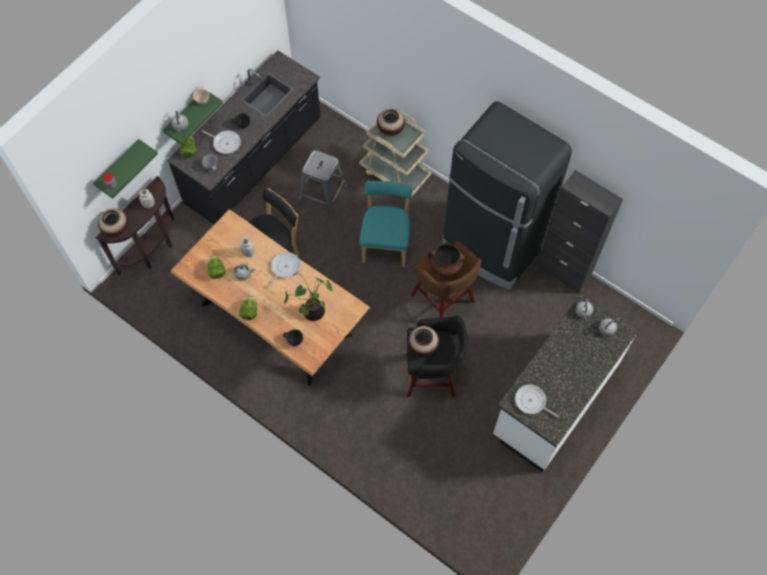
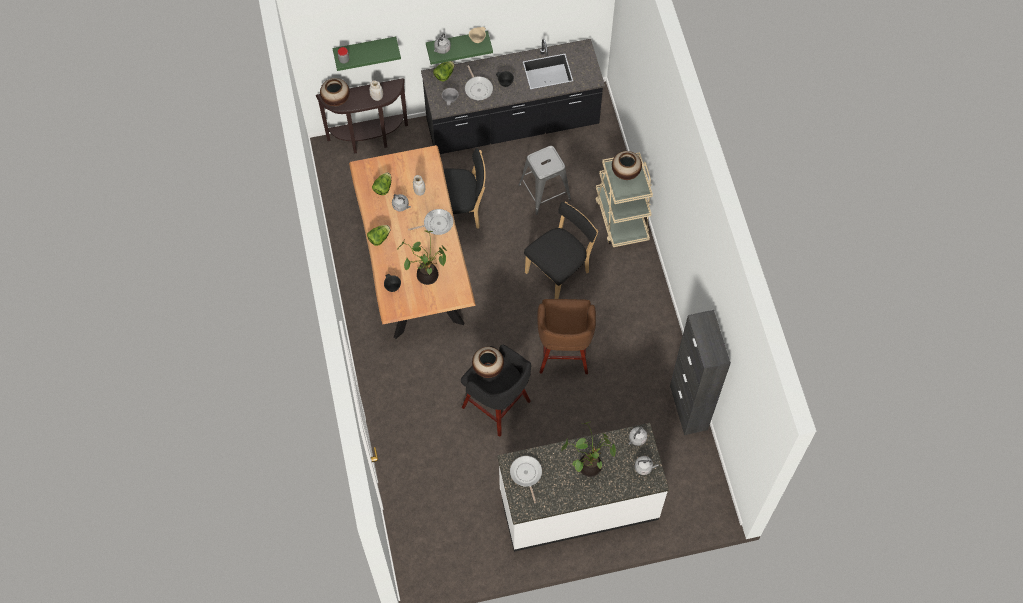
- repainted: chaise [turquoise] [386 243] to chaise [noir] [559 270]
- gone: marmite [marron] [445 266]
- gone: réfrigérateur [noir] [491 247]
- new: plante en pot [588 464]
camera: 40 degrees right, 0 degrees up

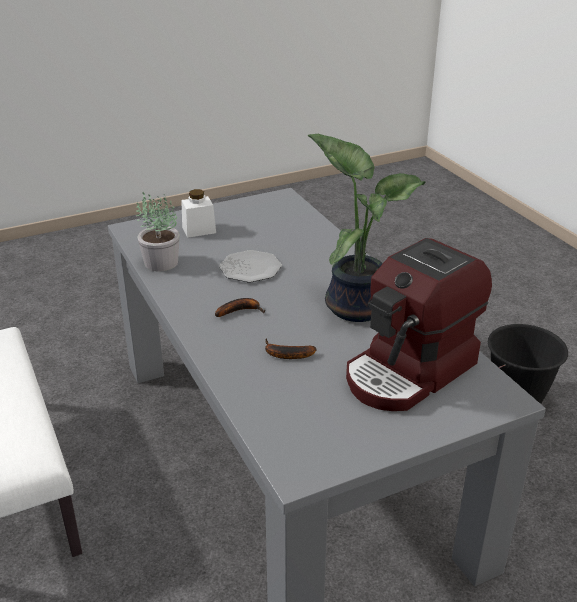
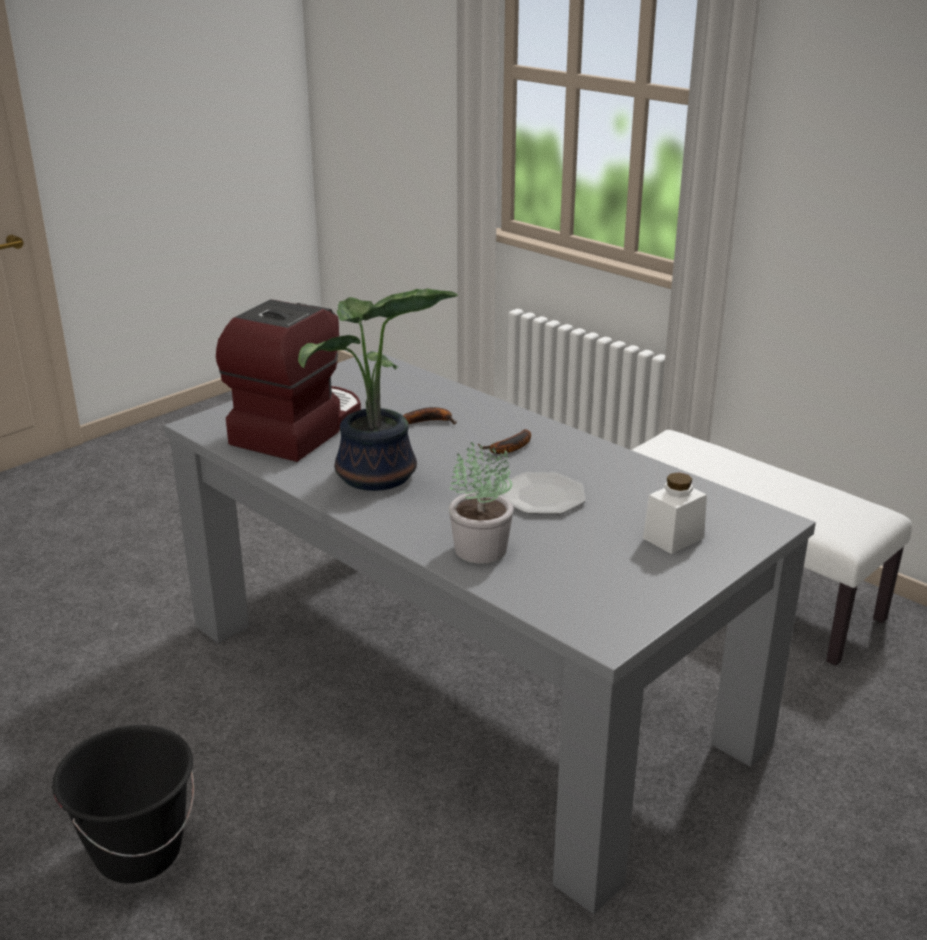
- shifted: plante en pot [160 263] to [482 549]
camera: 160 degrees right, 5 degrees down

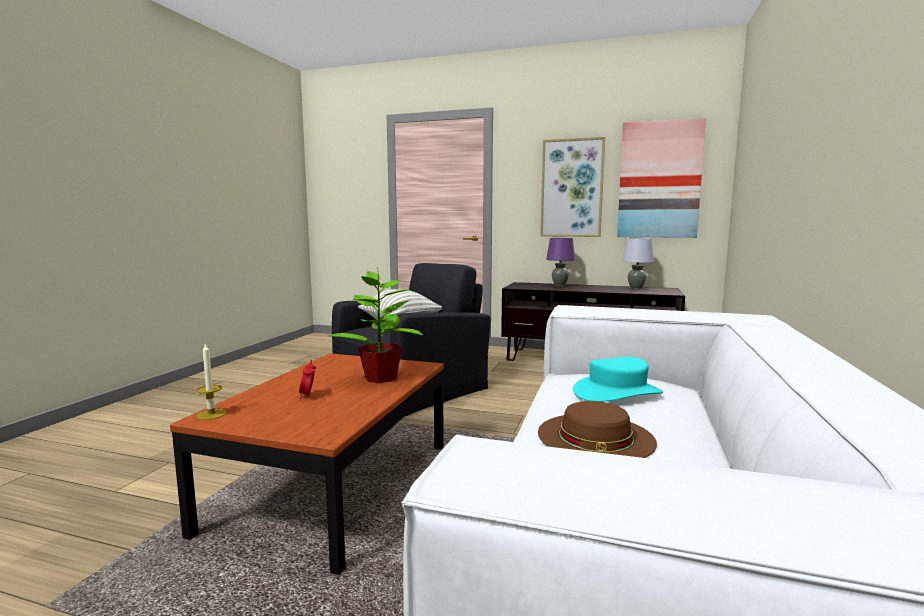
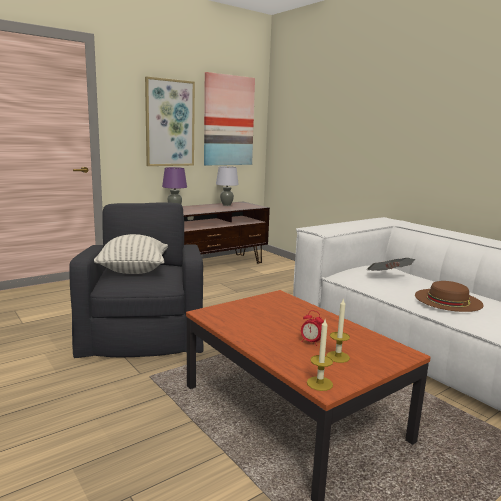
- gone: plante en pot [380 378]
- swapped: chapeau [turquoise] [617 392] to journal [388 277]
- new: bougie [338 357]
camera: 55 degrees left, 5 degrees up

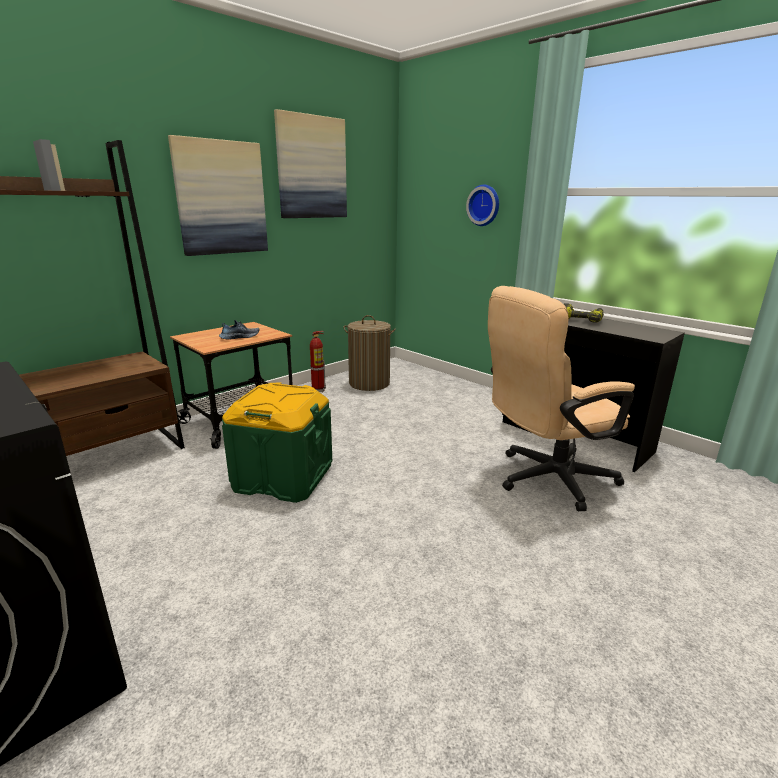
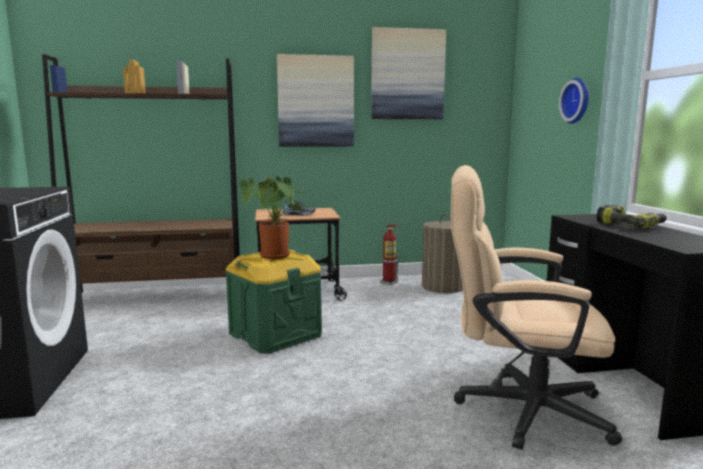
- new: plante en pot [276 256]
camera: 35 degrees right, 10 degrees down

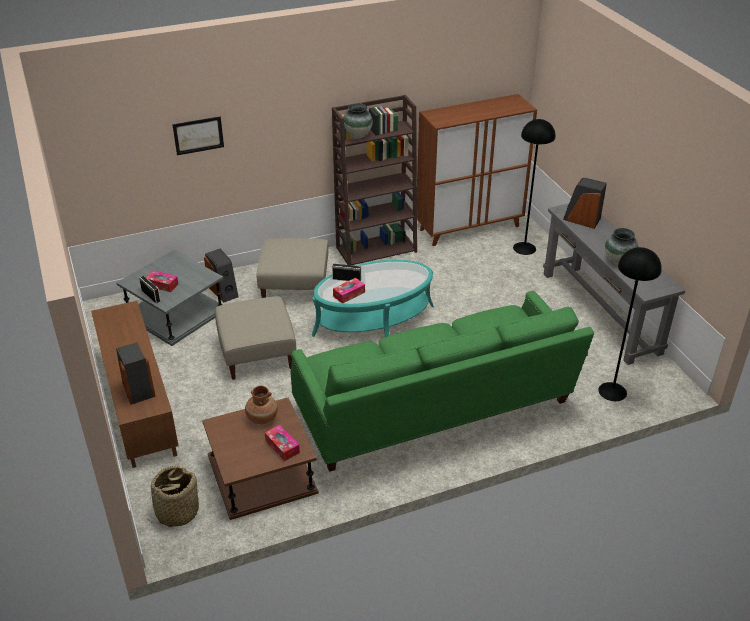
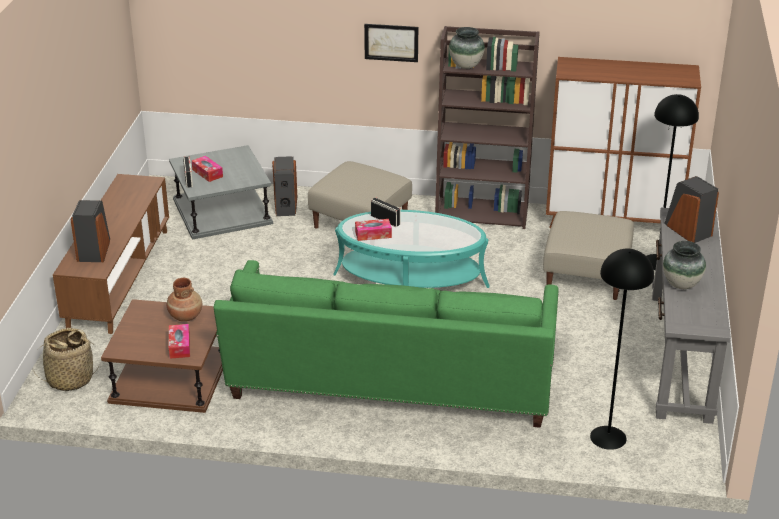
- shifted: tableau [198 135] to [391 42]
- shifted: pouf [beige] [256 353] to [585 274]
camera: 30 degrees right, 5 degrees down

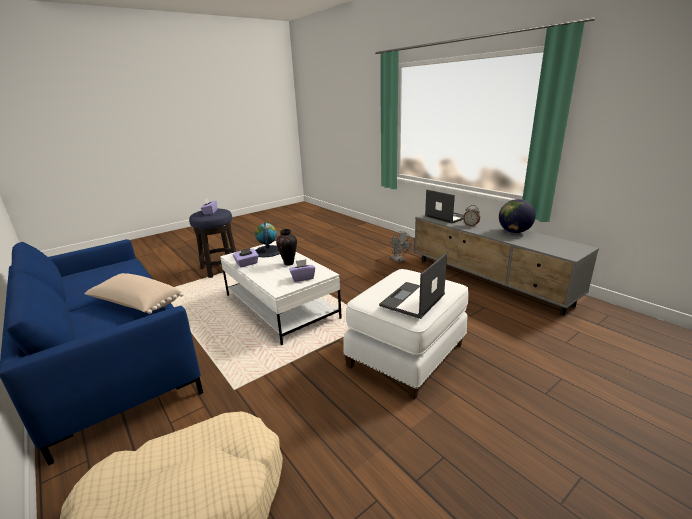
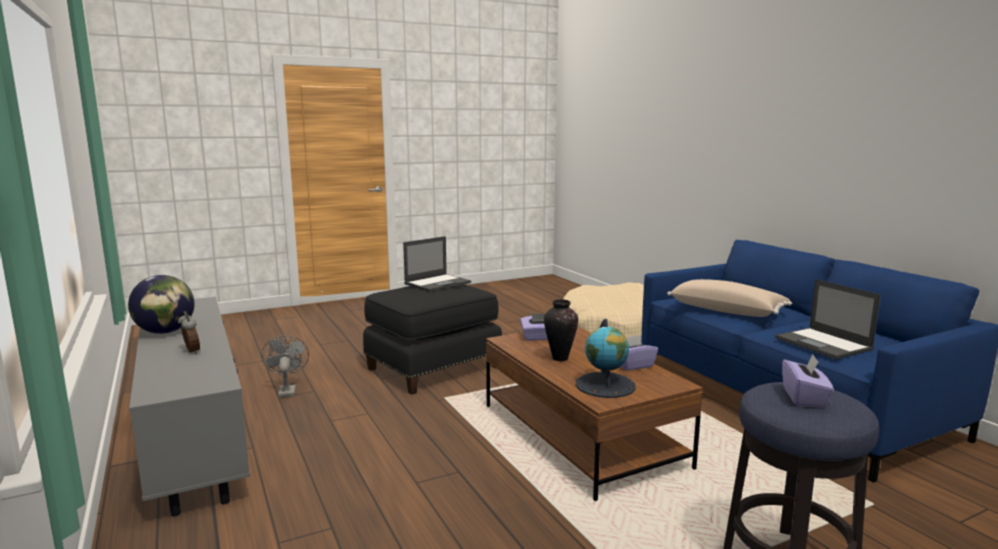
- repainted: table basse [blanc] [280 306] to table basse [marron] [581 435]
- repainted: pouf [blanc] [407 356] to pouf [noir] [433 367]
- shifted: ventilateur [gris] [399 260] to [287 390]
- shifted: ordinateur portable [446 216] to [824 344]
camera: 170 degrees left, 10 degrees down

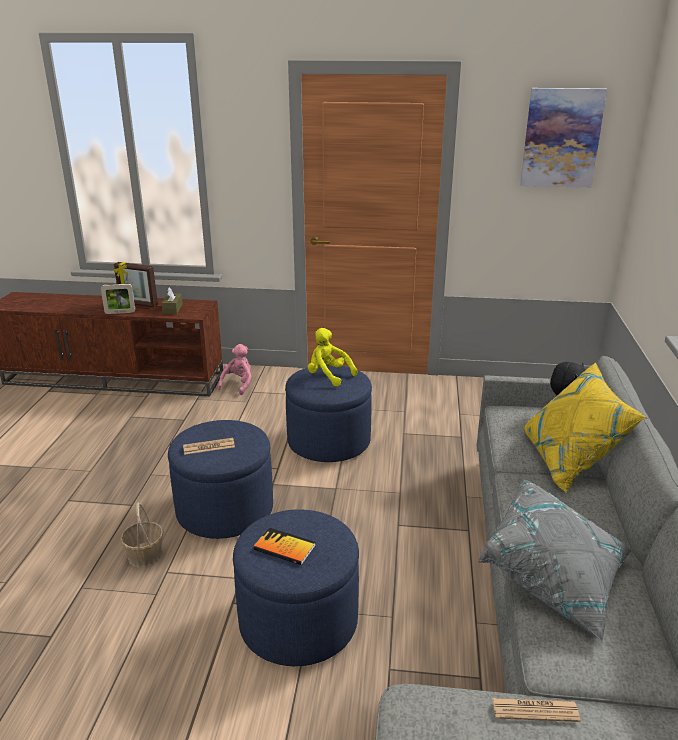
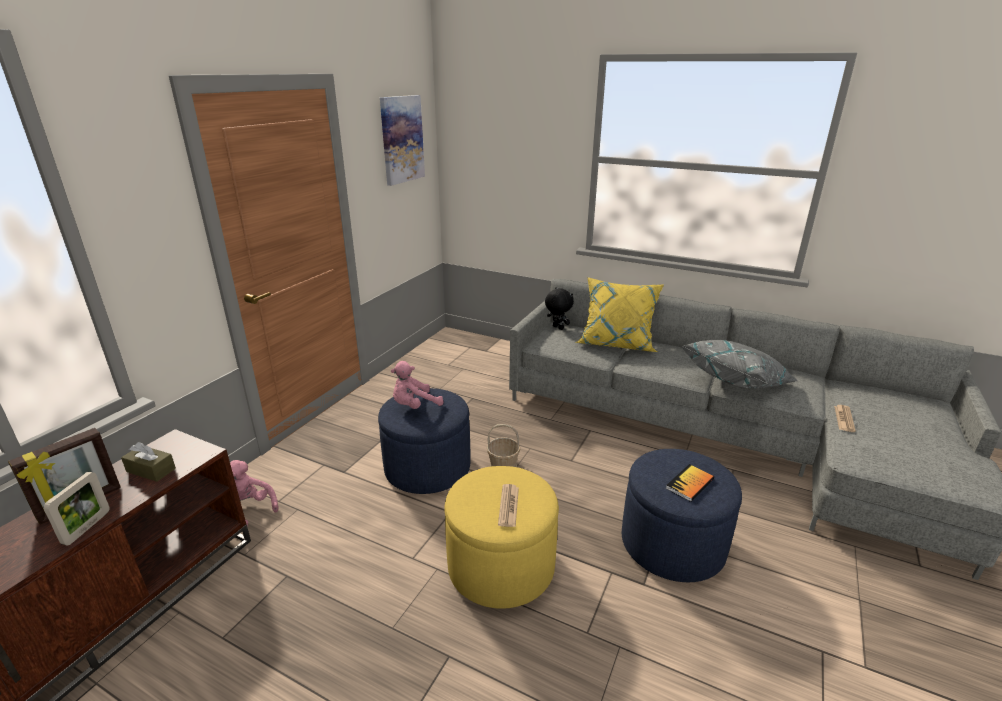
- shifted: panier [145 556] to [503 465]
- repainted: pouf [bleu] [225 509] to pouf [jaune] [501 566]
- repainted: peluche [jaune] [328 376] to peluche [rose] [414 406]
camera: 70 degrees left, 0 degrees up

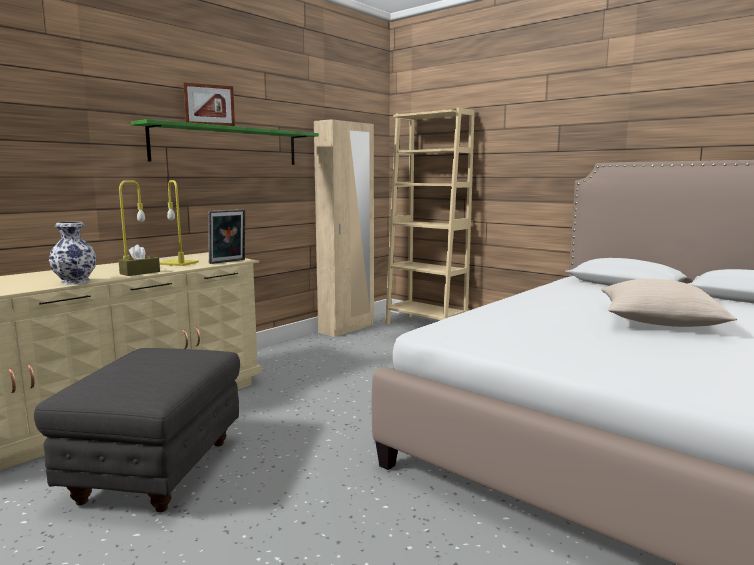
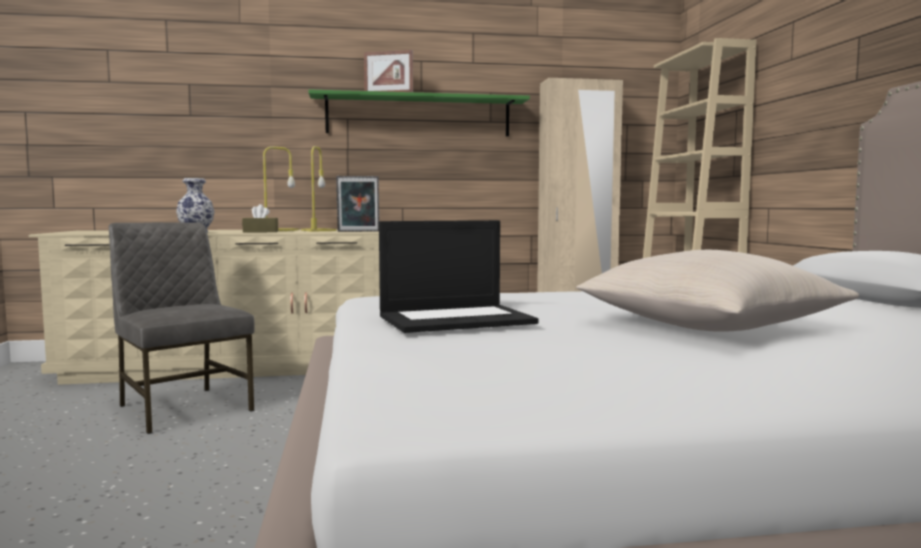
- swapped: pouf [gris] [156 470] to chaise [gris] [183 408]
- new: ordinateur portable [457 319]
camera: 40 degrees right, 5 degrees down

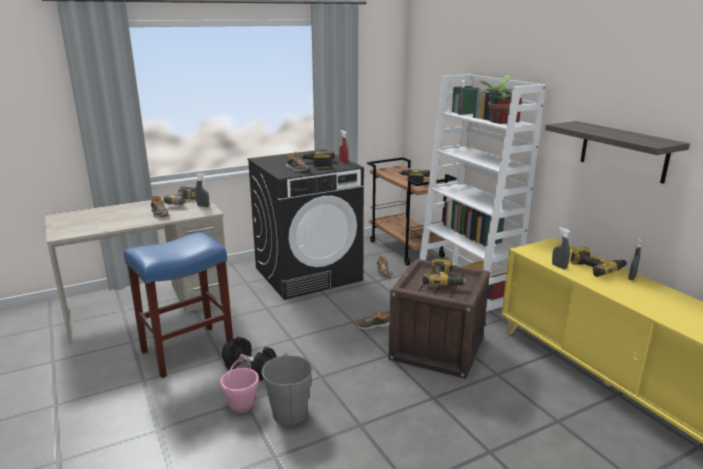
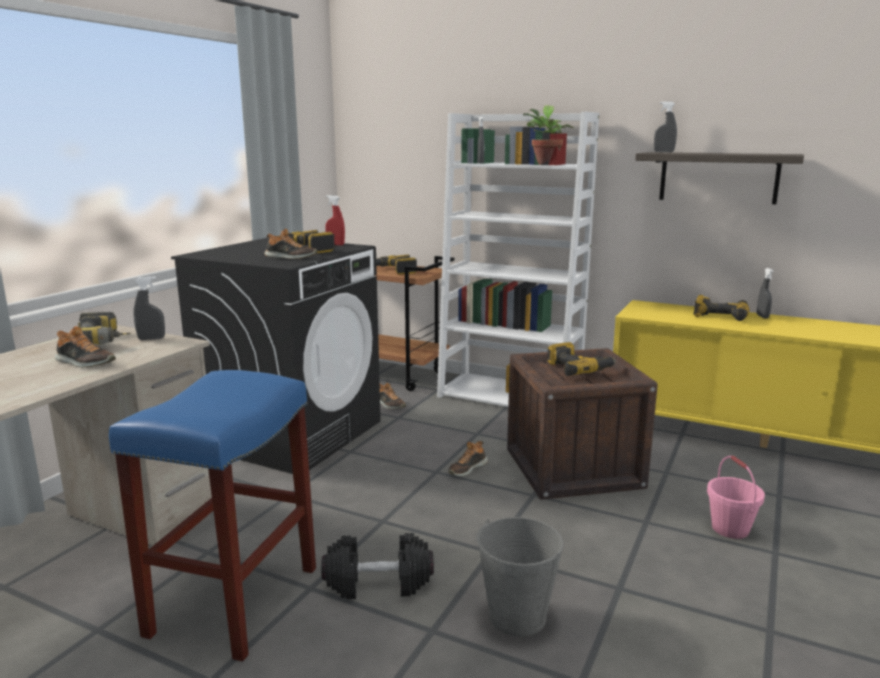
- shifted: seau [rose] [242 405] to [730 529]
- shifted: vaporisateur [gris] [559 267] to [663 152]
camera: 35 degrees left, 5 degrees down

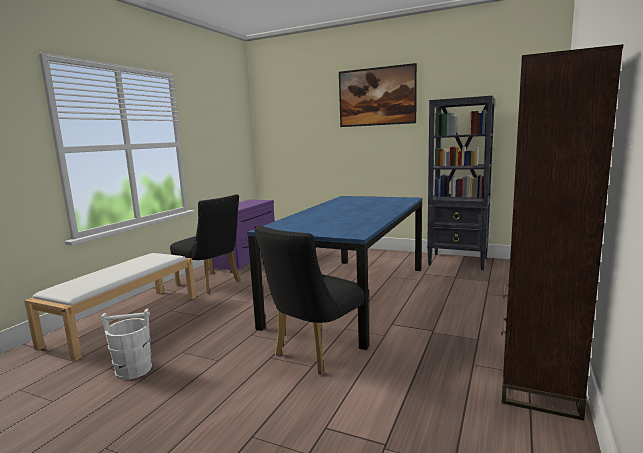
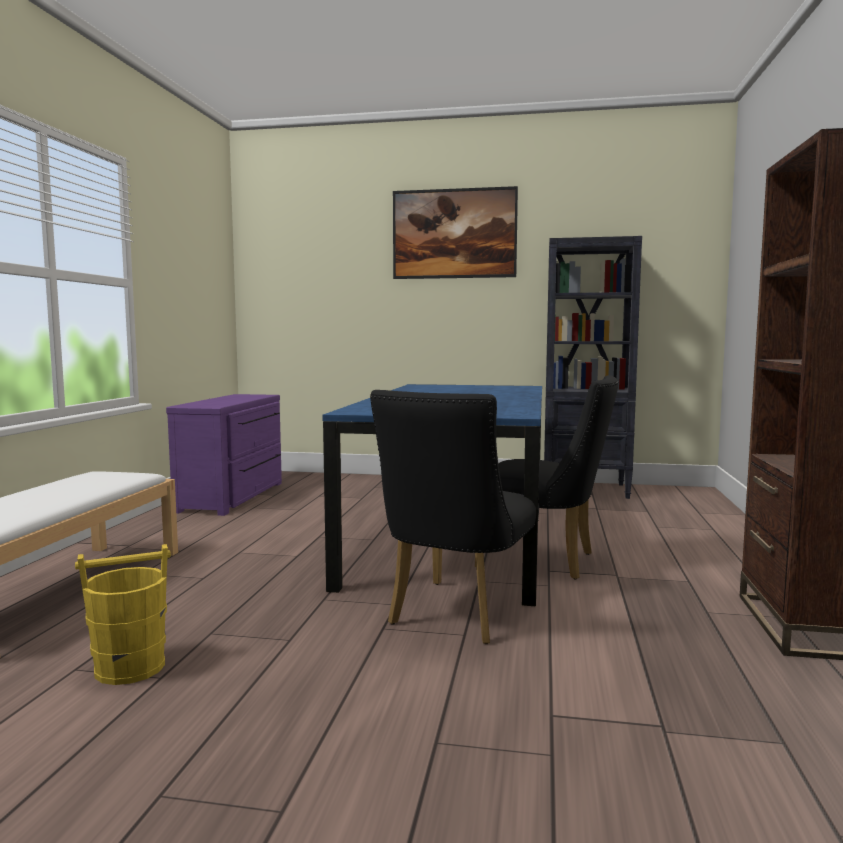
- repainted: seau [blanc] [133 370] to seau [jaune] [129 668]
- shifted: chaise [noir] [211 284] to [545 561]
camera: 15 degrees left, 5 degrees down

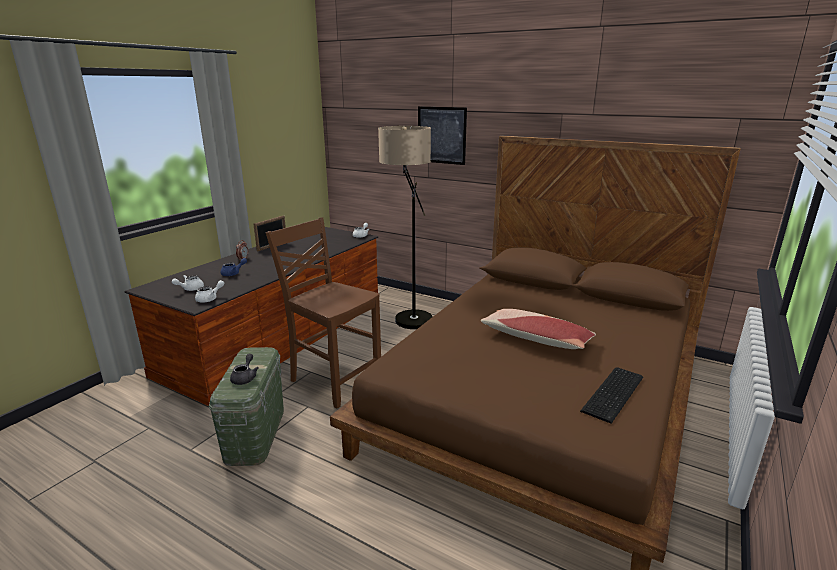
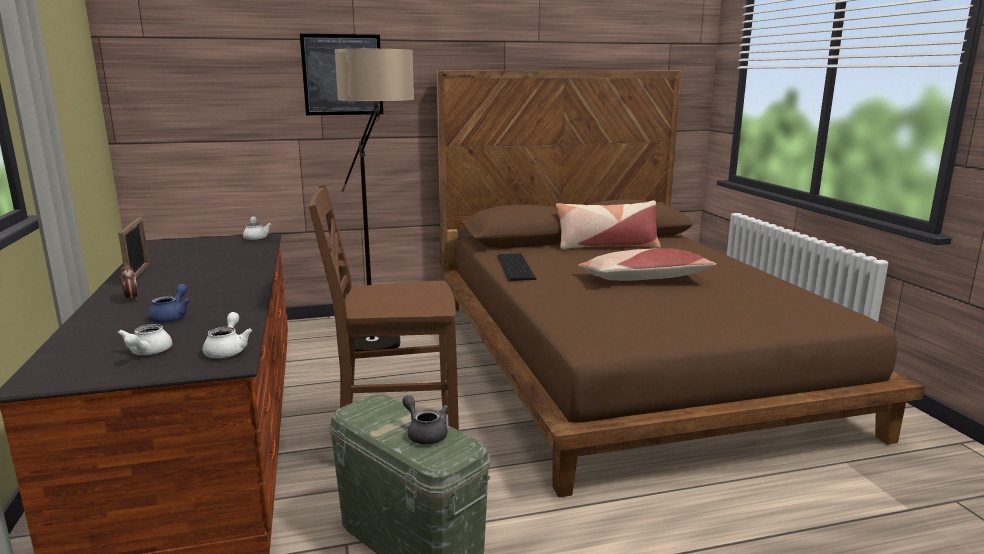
- shifted: clavier [615 393] to [517 267]
- new: coussin [607 246]
camera: 45 degrees left, 5 degrees down

